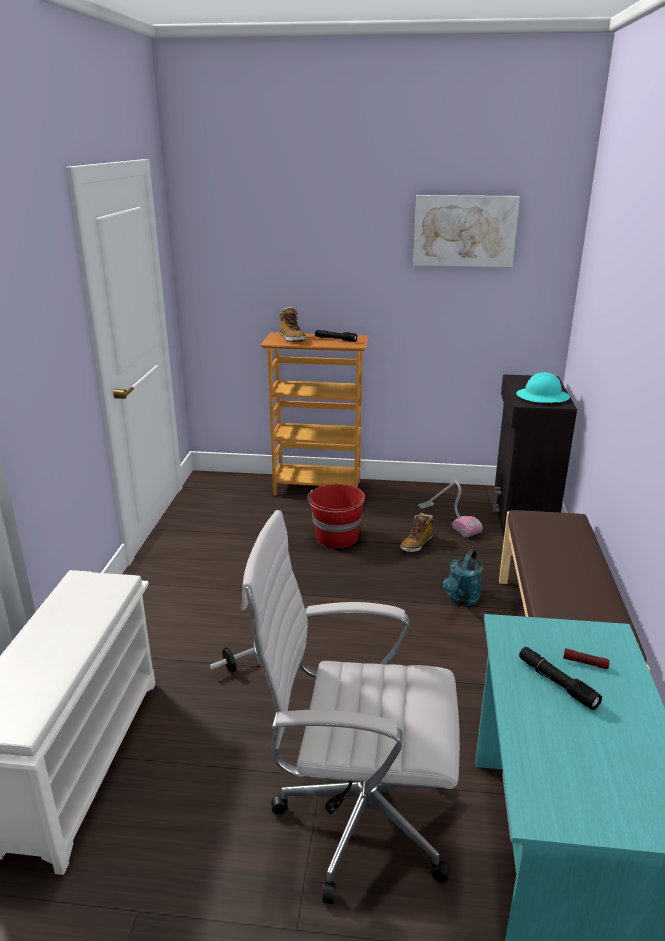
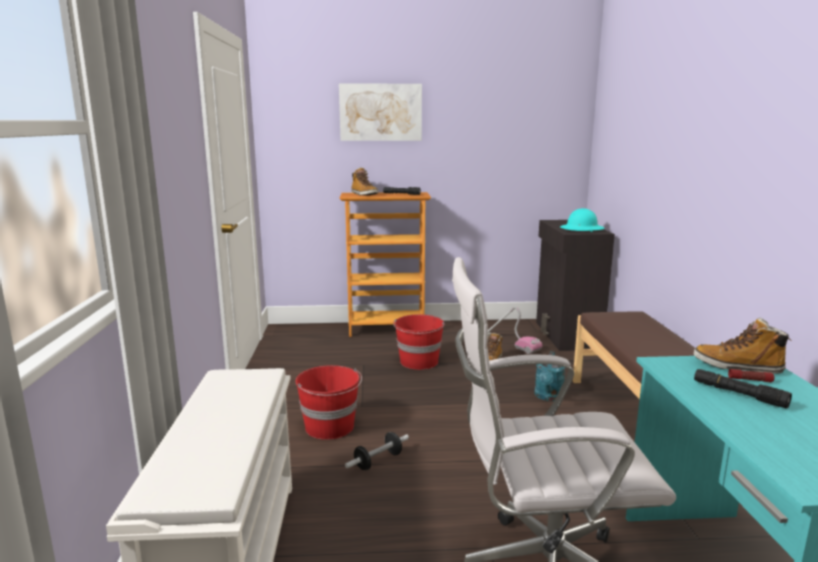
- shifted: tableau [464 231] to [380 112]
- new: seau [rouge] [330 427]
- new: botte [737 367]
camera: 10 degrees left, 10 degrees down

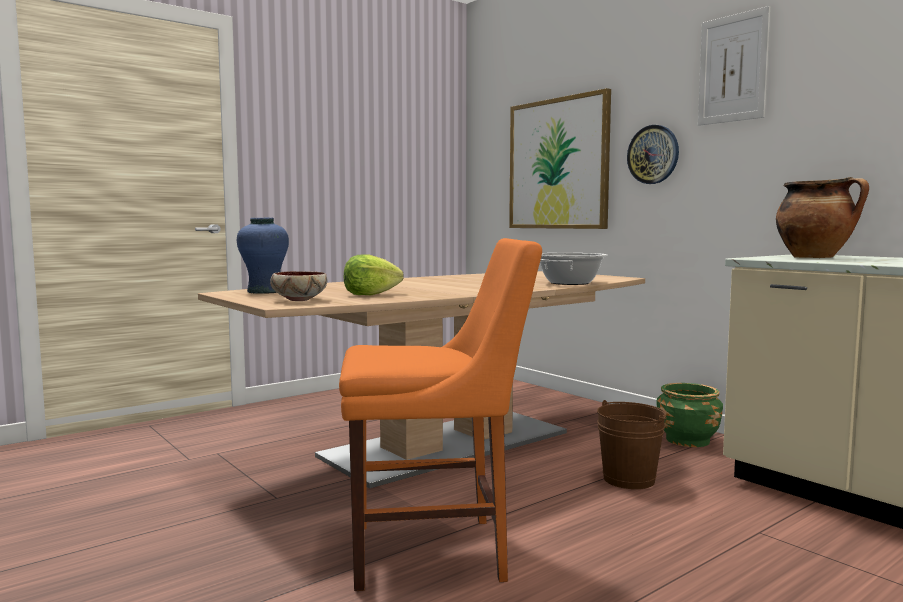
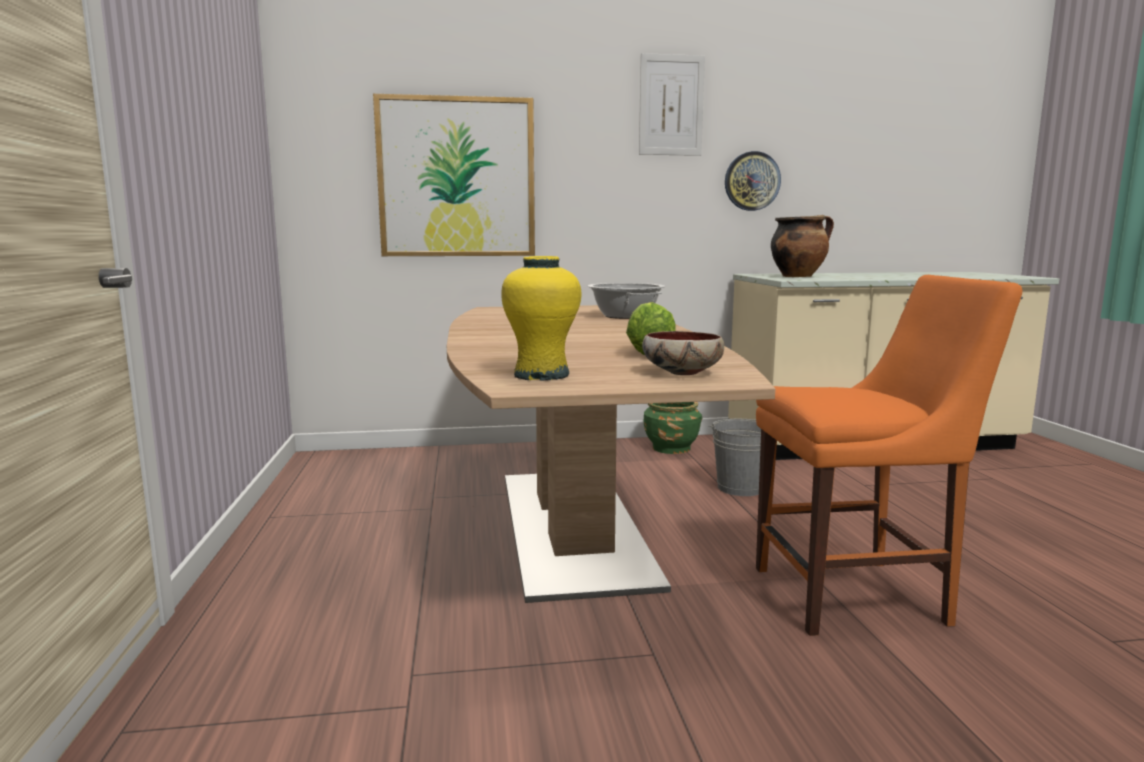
- repainted: vase [bleu] [265 291] to vase [jaune] [542 375]
- rotated: chaise [orange] [437 552] = [858 595] 60 degrees clockwise
- repainted: seau [marron] [629 479] to seau [gris] [740 488]
- shifted: horloge murale [653 154] to [752 181]
camera: 60 degrees left, 5 degrees up

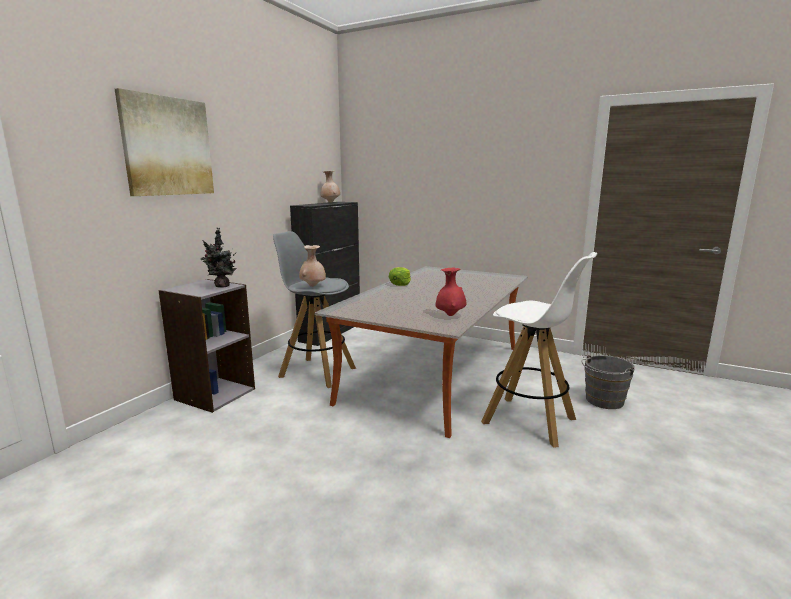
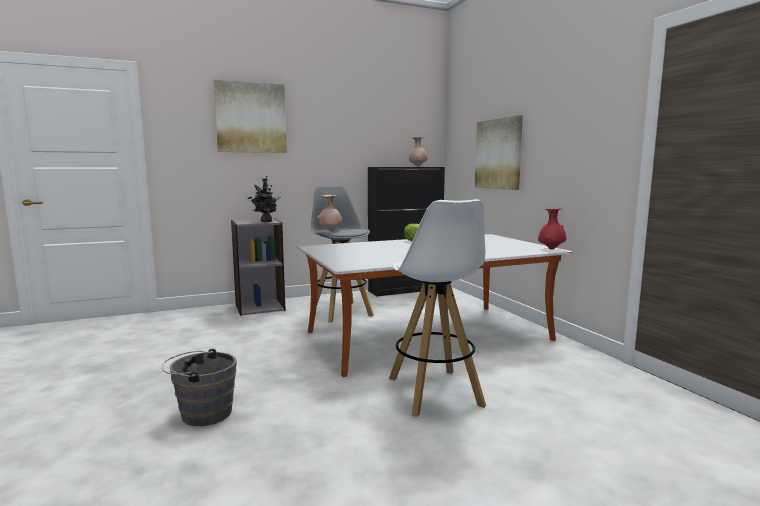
- shifted: vase [rouge] [450 315] to [551 249]
- shifted: seau [gris] [602 401] to [202 413]
- new: tableau [498 154]
camera: 40 degrees right, 5 degrees down

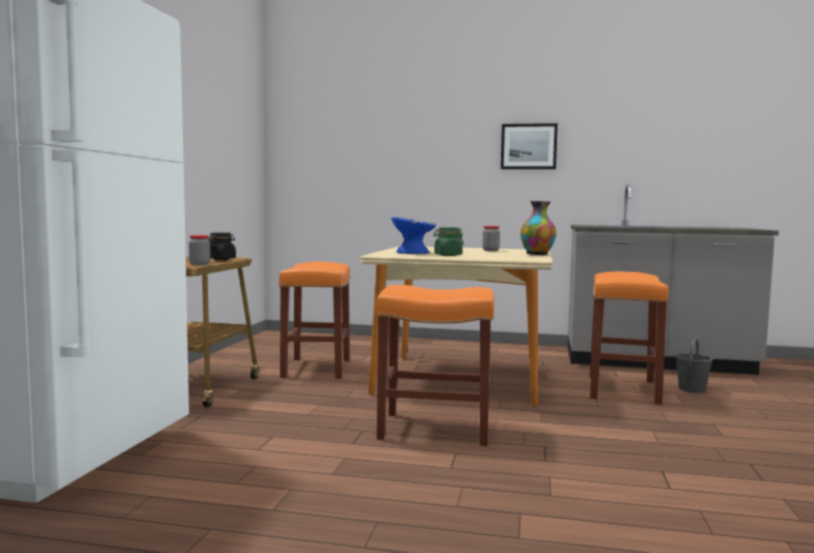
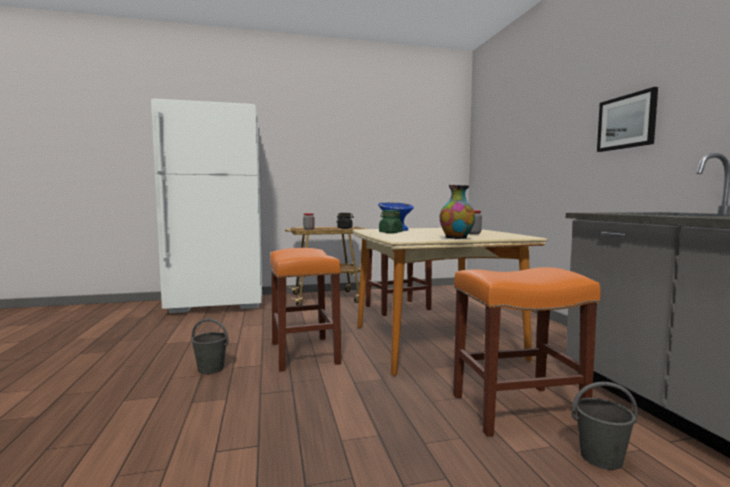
- new: seau [gris] [211 369]
camera: 65 degrees right, 0 degrees up

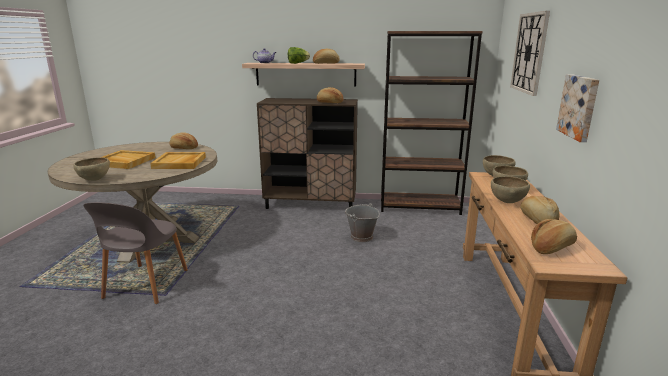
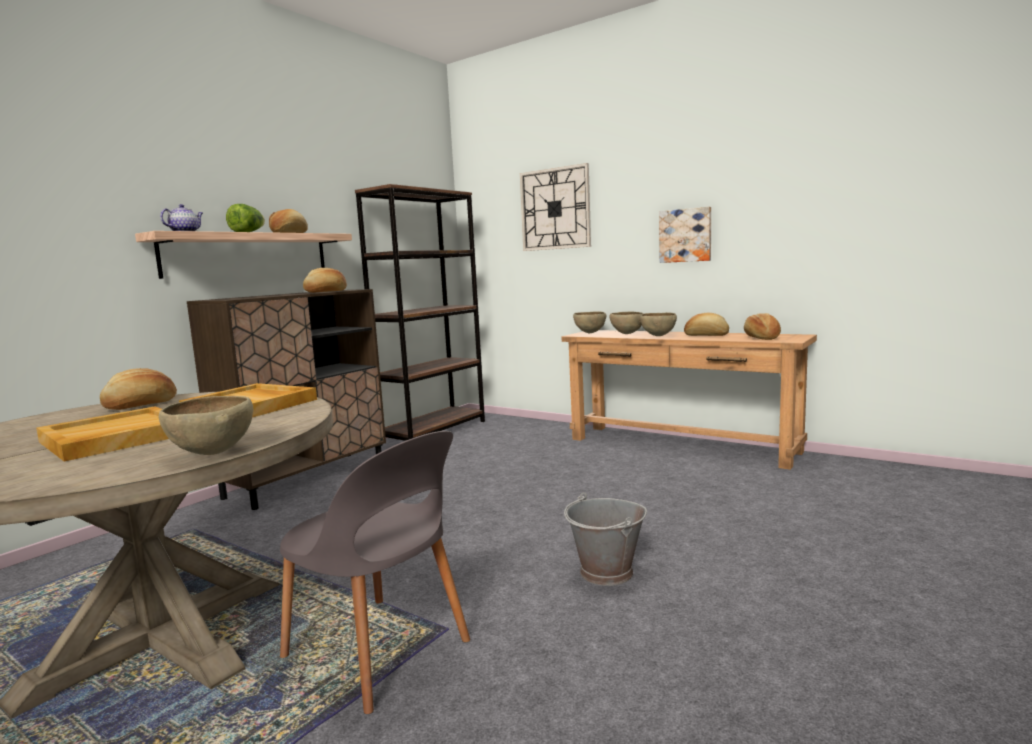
- shifted: seau [gris] [361 237] to [606 573]
camera: 60 degrees left, 10 degrees down

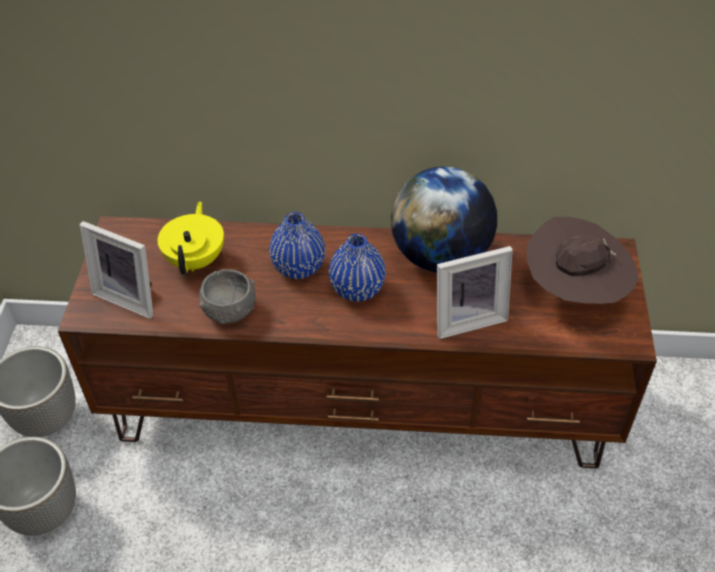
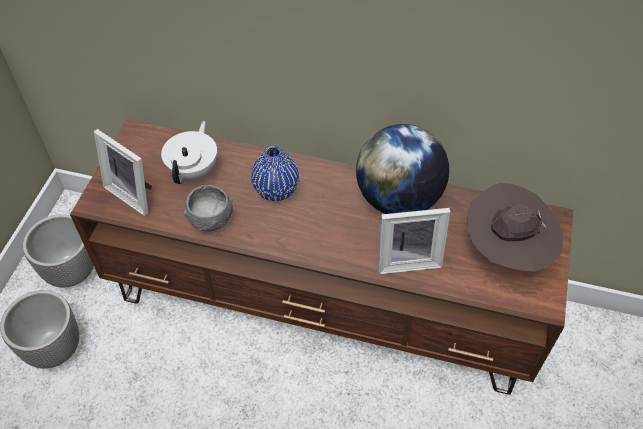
- repainted: théière [jaune] [196 259] to théière [blanc] [194 169]
- gone: vase [bleu] [357 289]
camera: 10 degrees right, 5 degrees up

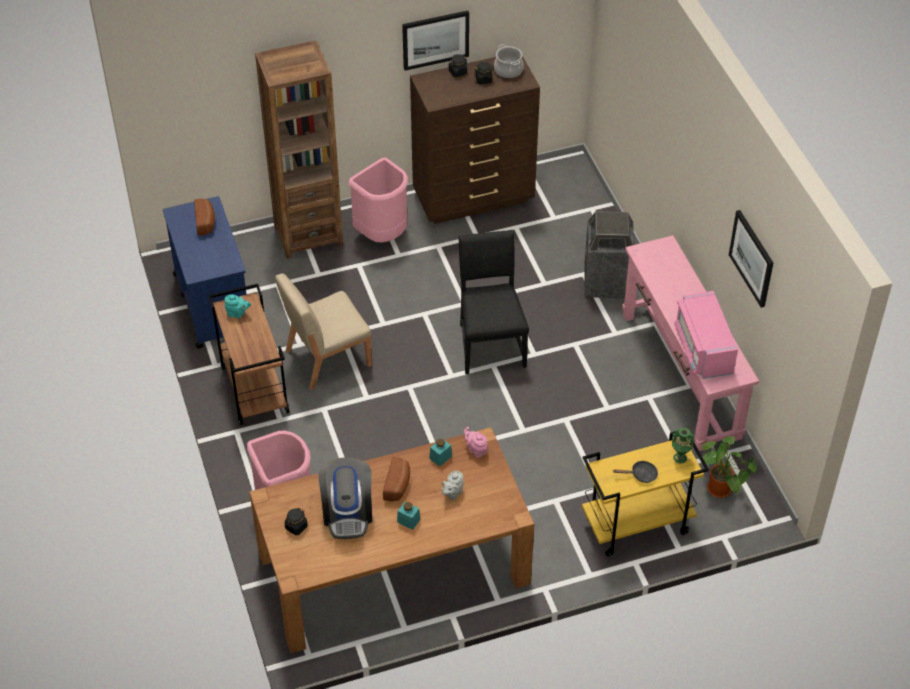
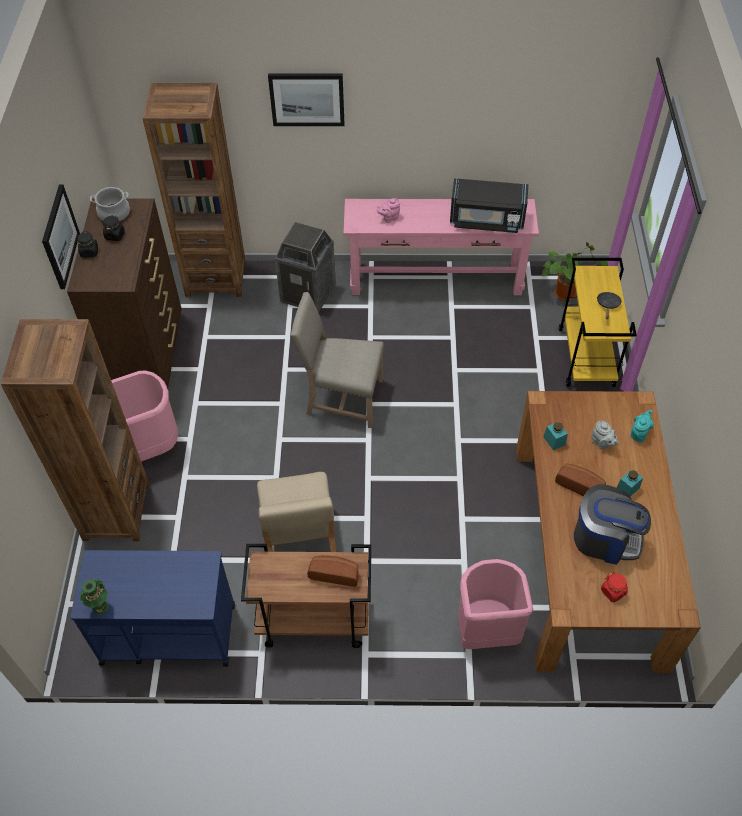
- shifted: pain [206 222] to [335 573]
- shifted: théière [turquoise] [237 313] to [639 433]
- repainted: bocal [noir] [296 527] to bocal [rouge] [613 591]
- repainted: chaise [noir] [490 343] to chaise [beige] [341 398]
- shifted: théière [rose] [476 450] to [389 218]
- shifted: vase [vert] [680 458] to [101 607]
- repainted: micro-ondes [rose] [703 348] to micro-ondes [noir] [486 220]
- shifted: tableau [752 258] to [307 99]
- new: bibliothèque [marron] [216 279]
camera: 70 degrees left, 5 degrees up

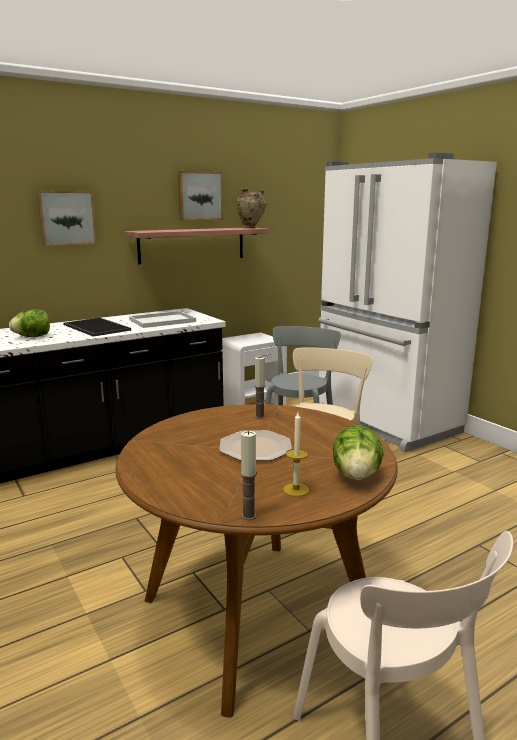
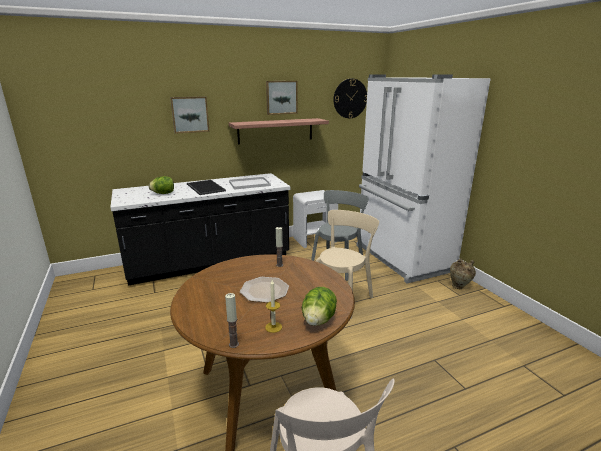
- shifted: vase [beige] [251 228] to [459 287]
- new: horloge murale [350 98]
camera: 10 degrees right, 5 degrees up

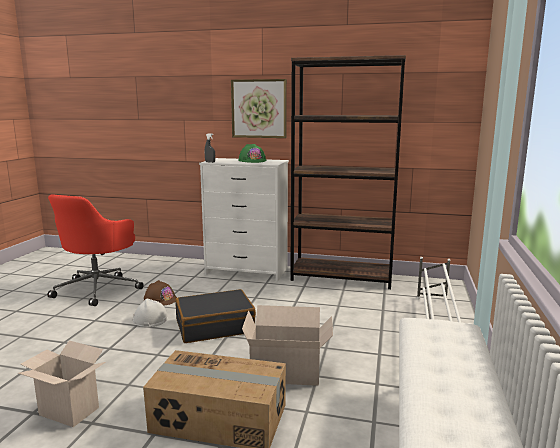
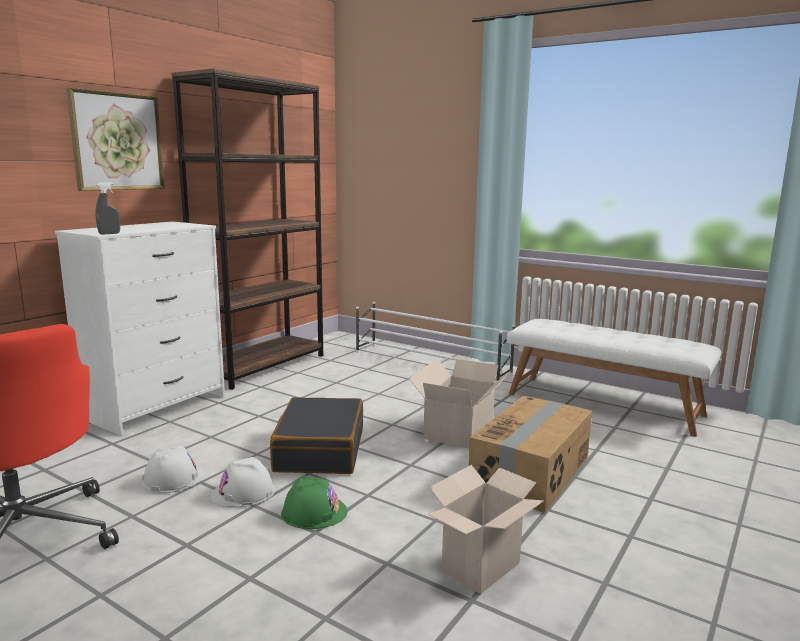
- repainted: casque de chantier [marron] [160 299] to casque de chantier [blanc] [173 479]
- shifted: casque de chantier [vert] [252 161] to [314 512]
camera: 70 degrees left, 0 degrees up

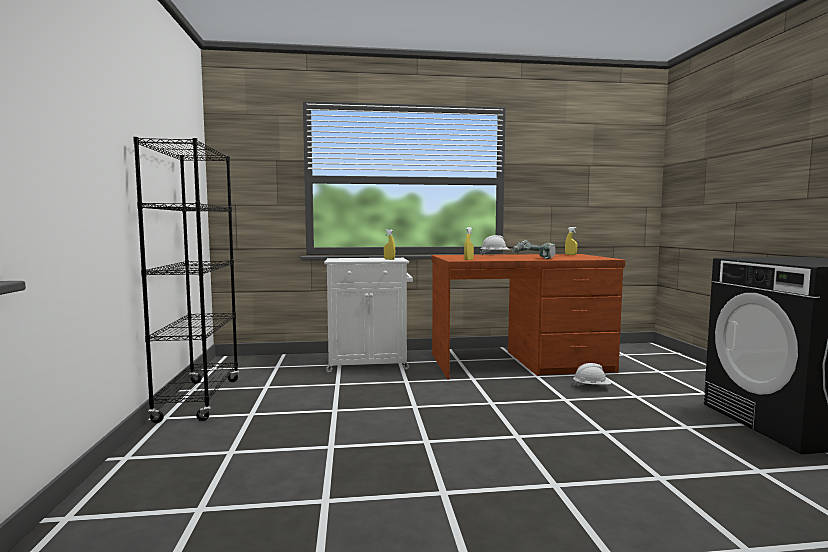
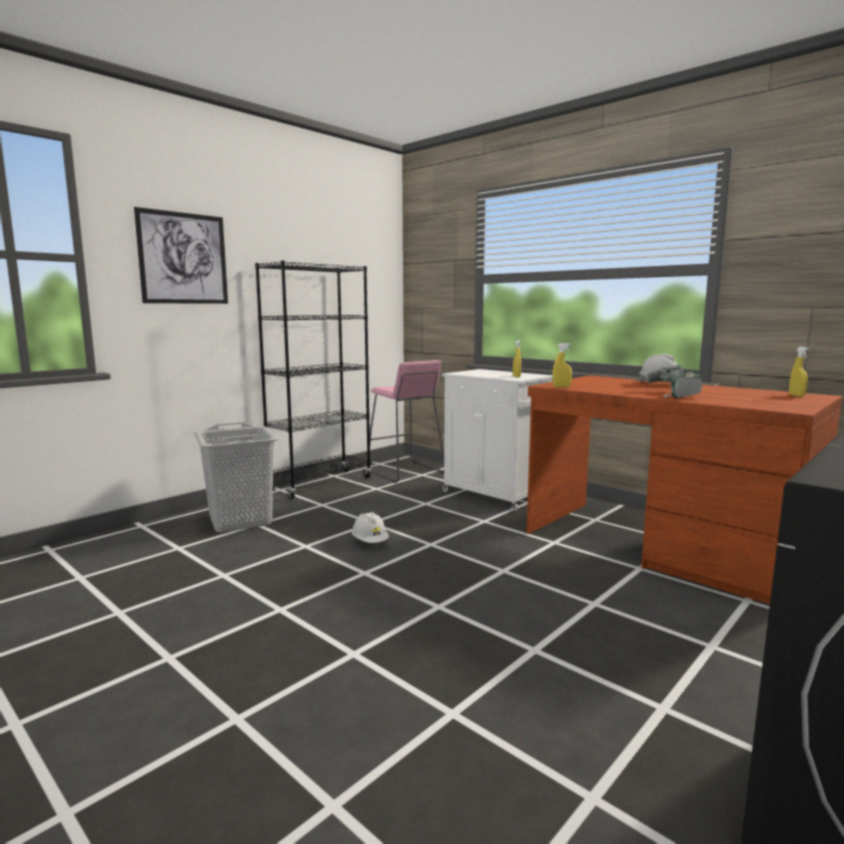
- shifted: casque de chantier [blanc] [591 387] to [370 542]
- new: tableau [183 258]
- new: panier à linge [gris] [241 520]
- new: tabouret [rose] [405 471]
camera: 50 degrees right, 5 degrees up

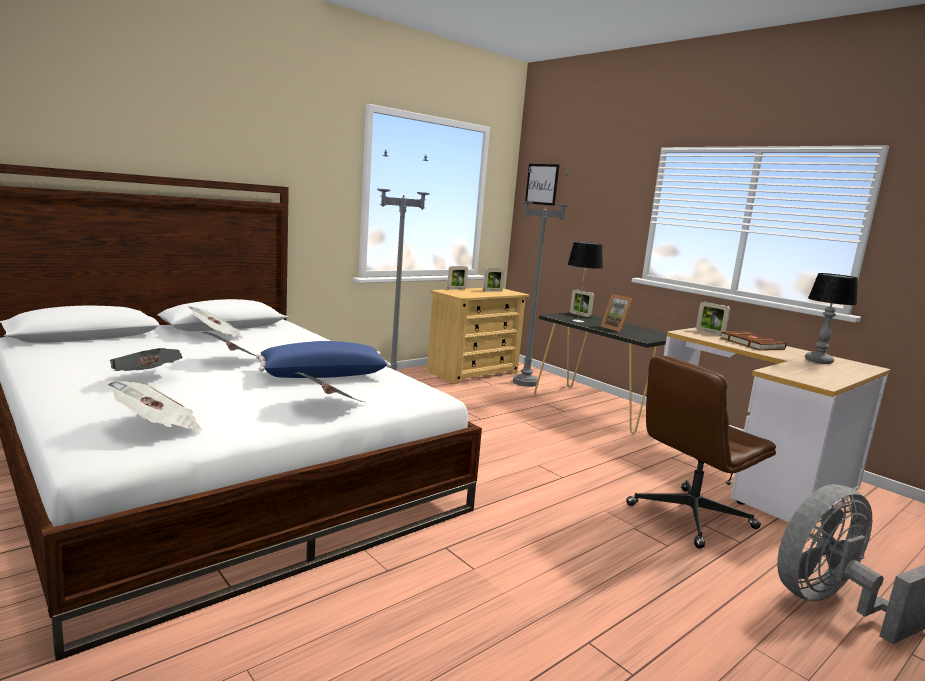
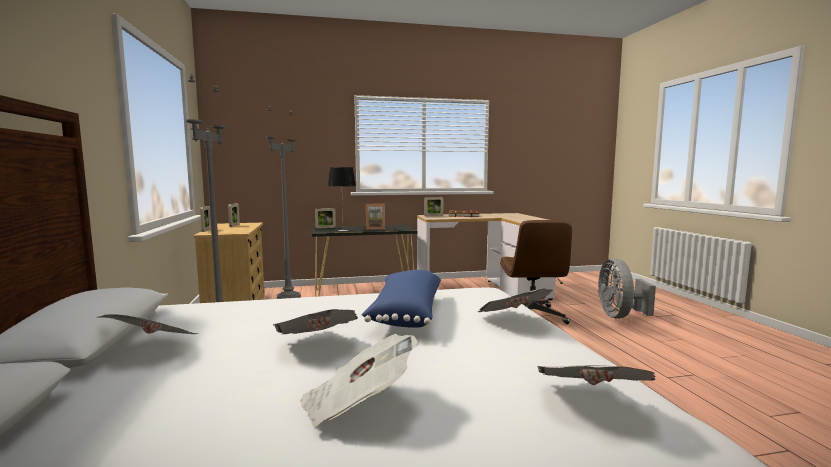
- gone: tableau [542 184]
- gone: lampe de table [819 361]
camera: 60 degrees left, 5 degrees down

